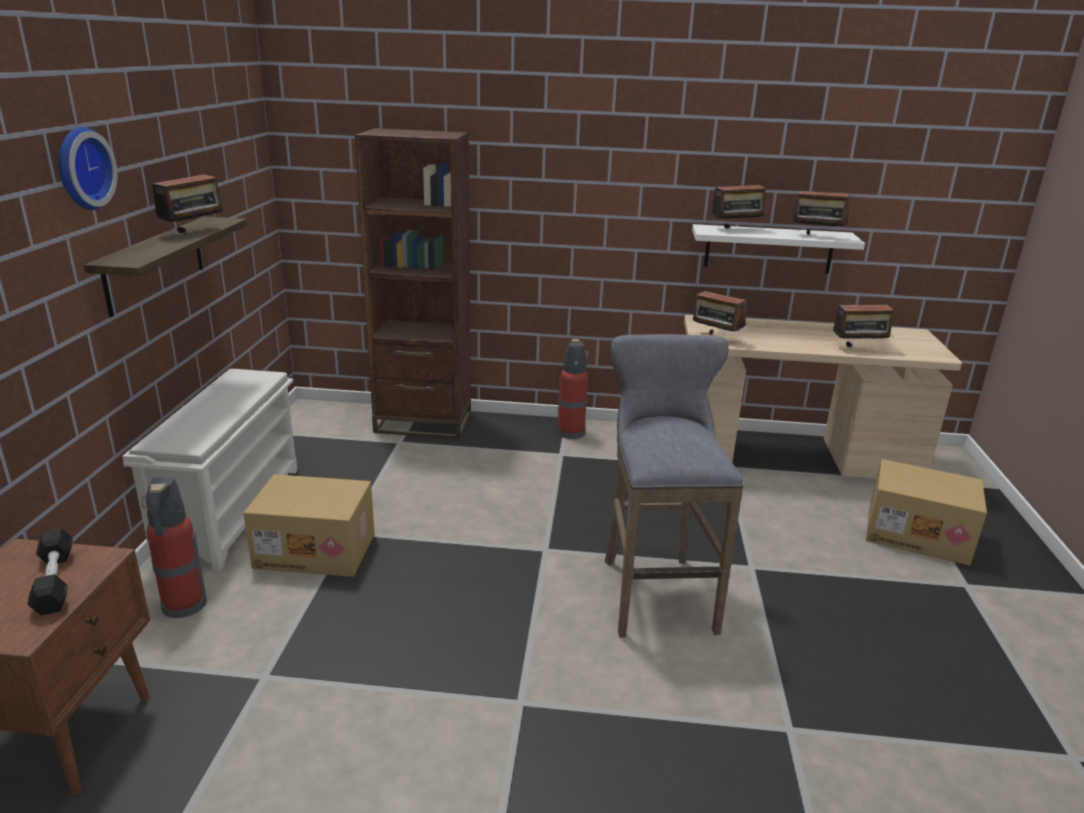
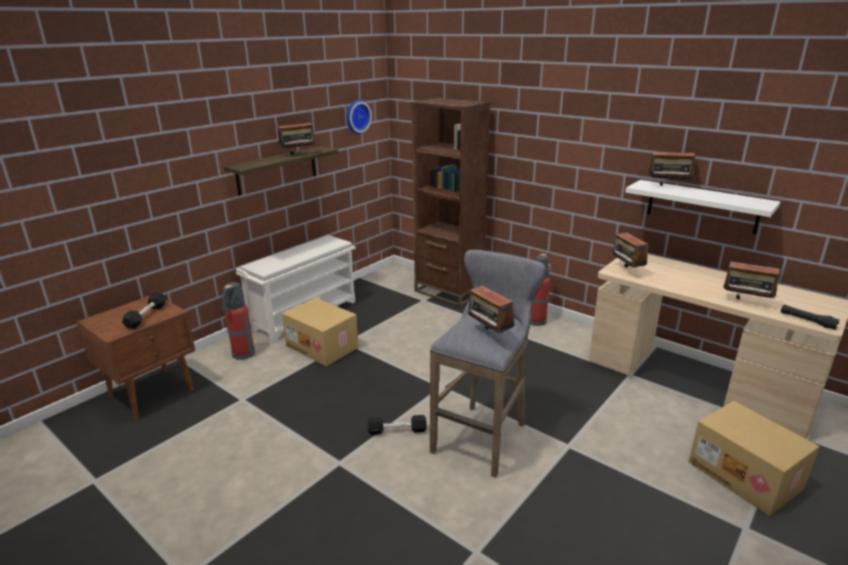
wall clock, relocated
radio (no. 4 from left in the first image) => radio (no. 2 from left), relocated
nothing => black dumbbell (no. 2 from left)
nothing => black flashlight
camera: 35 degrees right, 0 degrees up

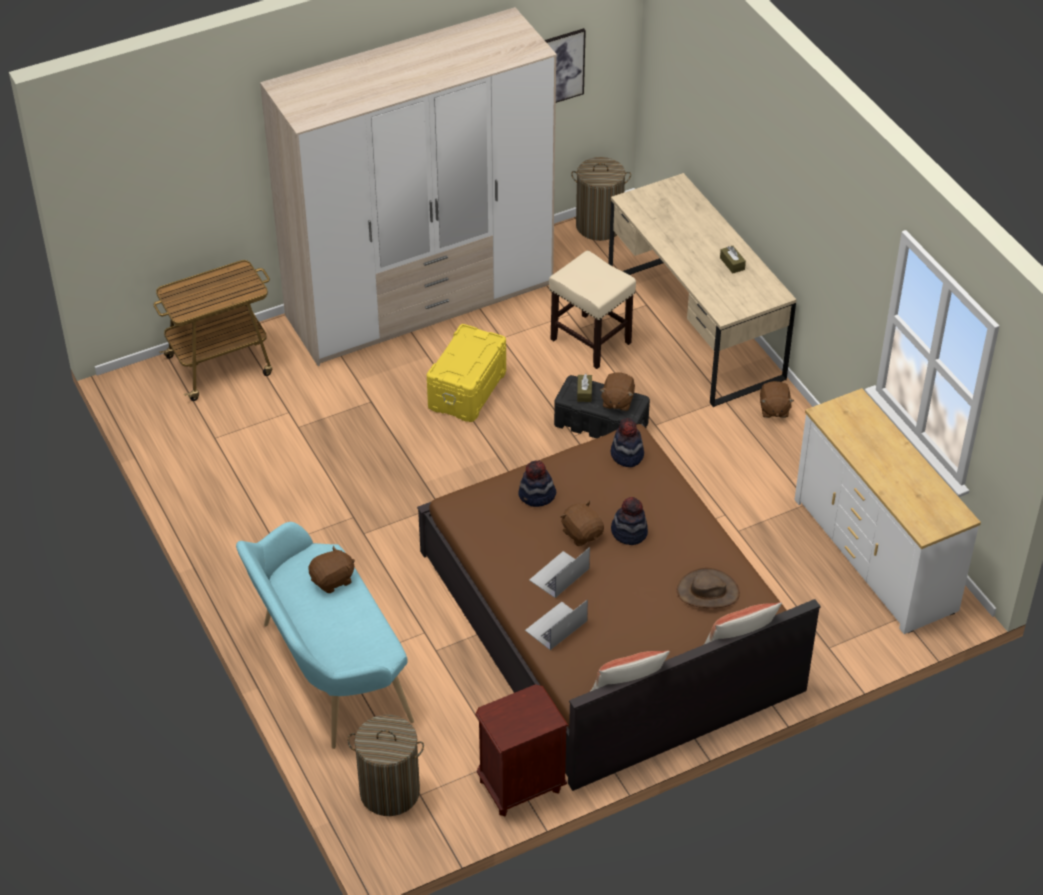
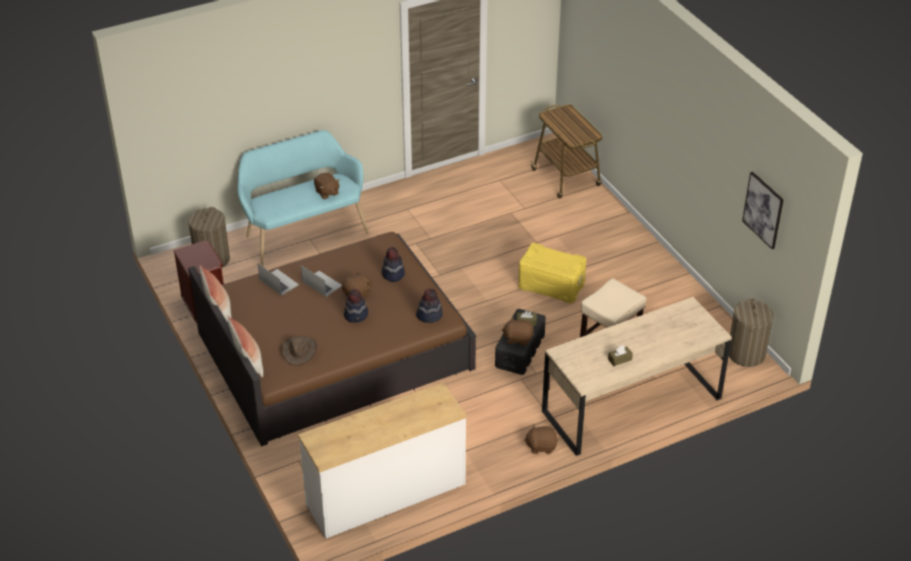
wardrobe => nothing
camera: 90 degrees right, 5 degrees down

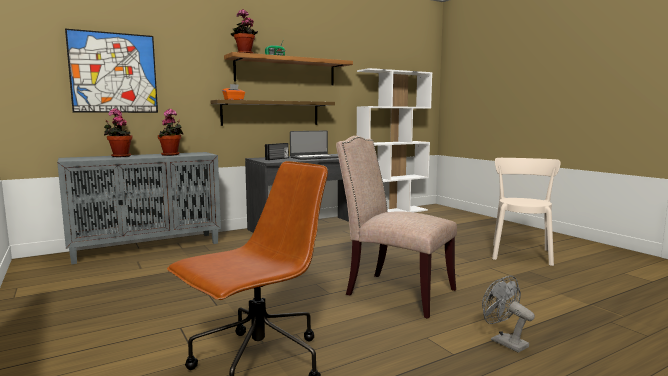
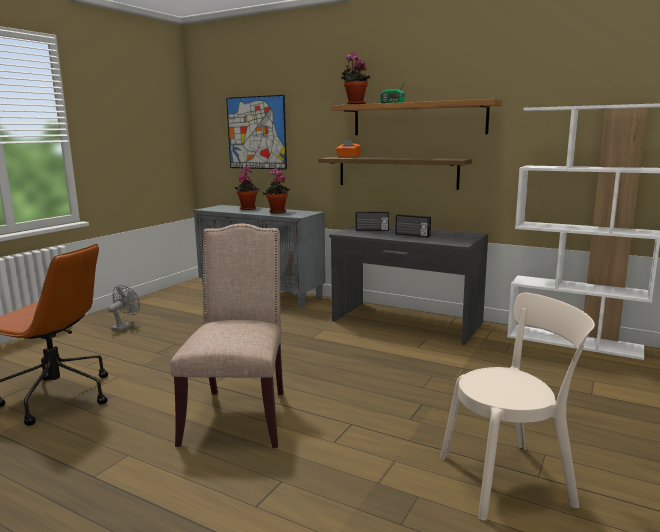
laptop => radio (no. 3 from left)
grey fan, relocated
camera: 60 degrees right, 5 degrees up

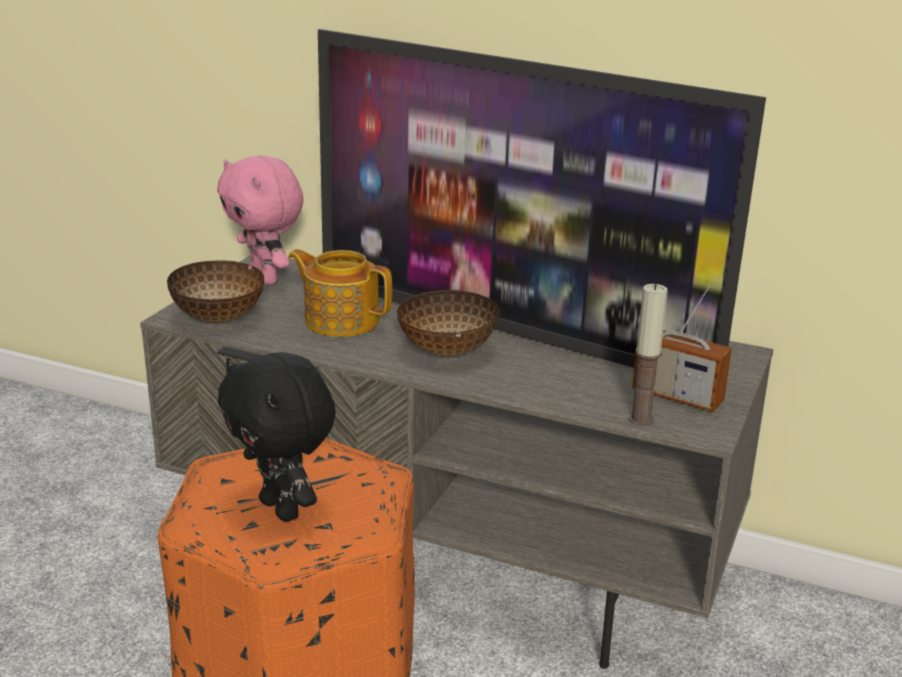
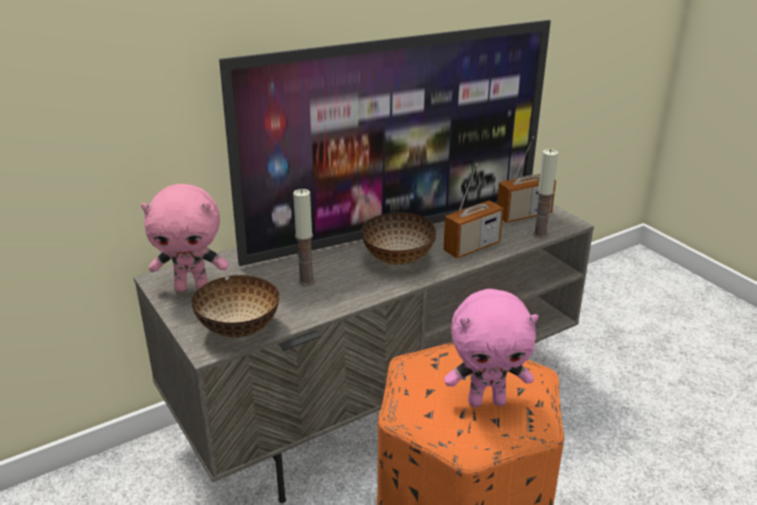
black plush toy => pink plush toy (no. 2 from left)
teapot => candle (no. 1 from left)
nothing => radio (no. 1 from left)
camera: 55 degrees left, 5 degrees up

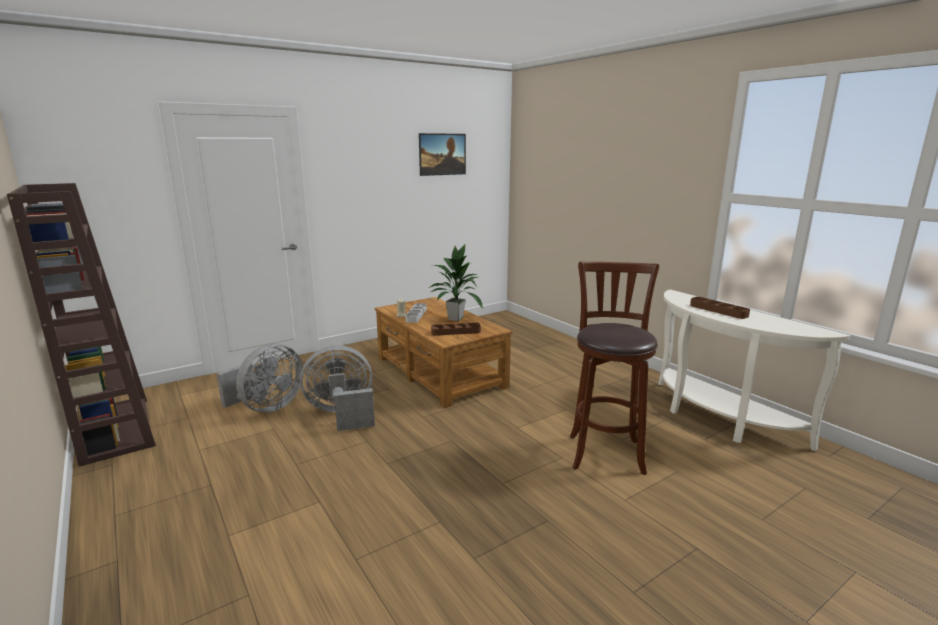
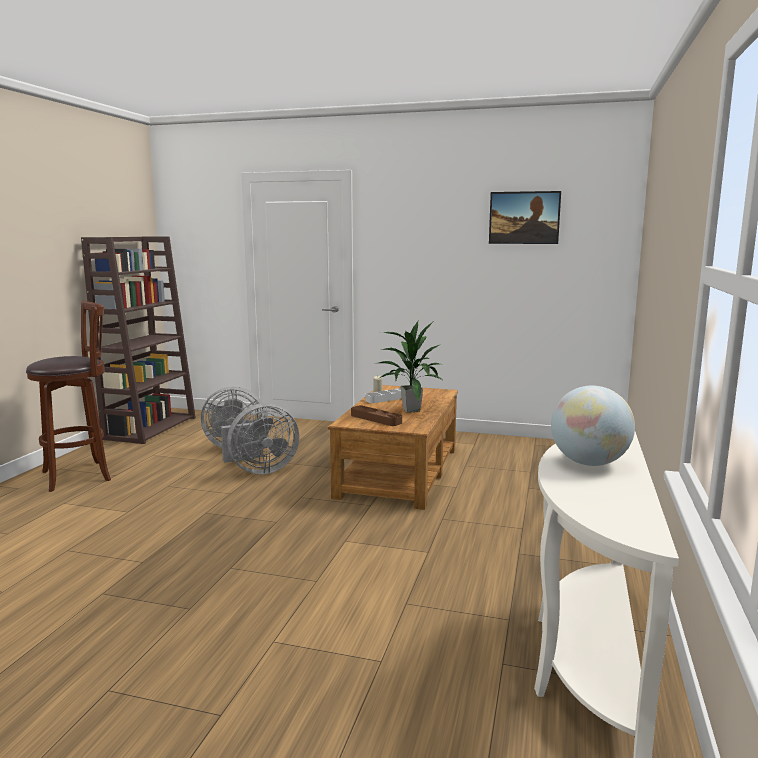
grey fan (no. 2 from left), 120 degrees clockwise
brown stool, relocated
brown tray (no. 2 from left) => globe
camera: 50 degrees right, 5 degrees down

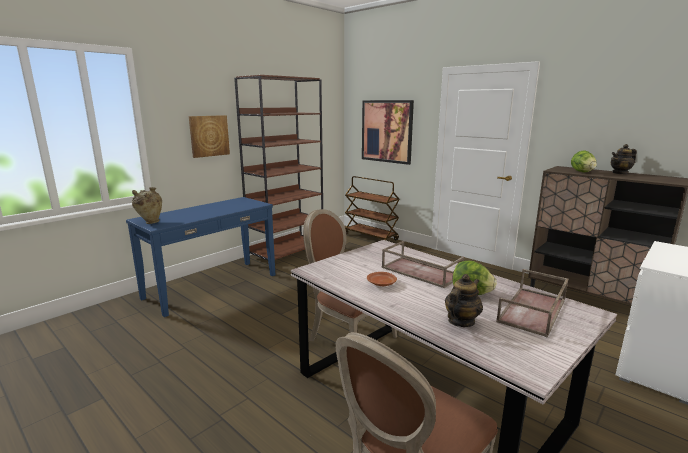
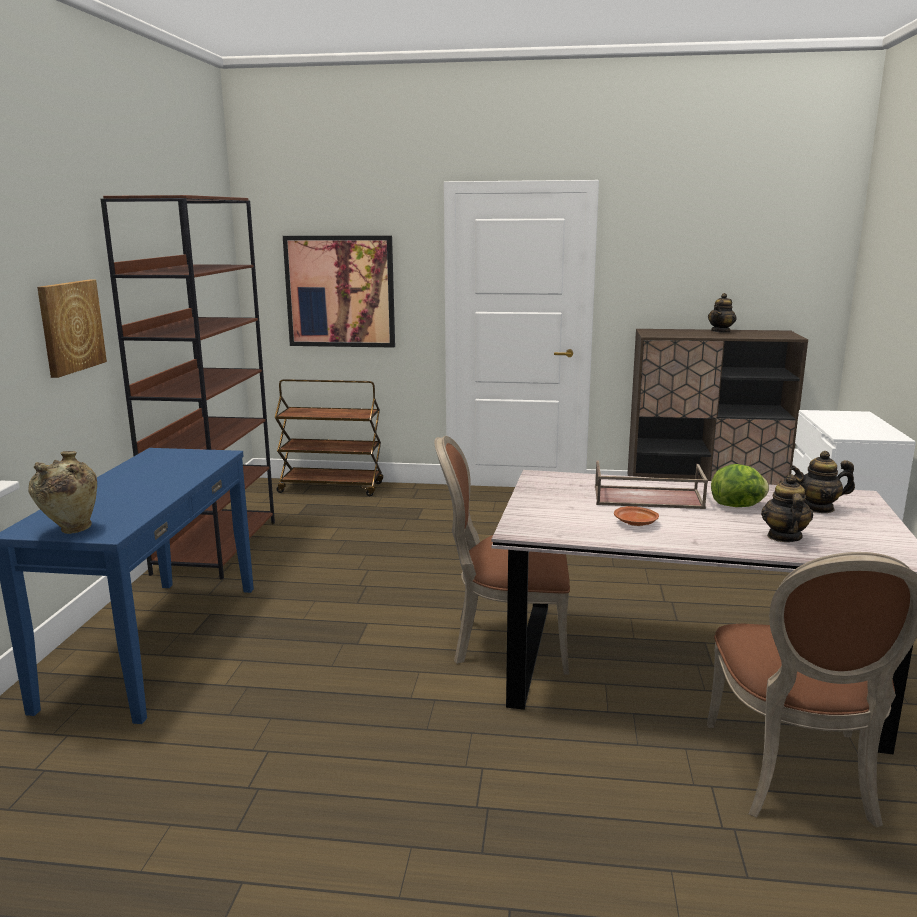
brown tray (no. 2 from left) => teapot (no. 3 from left)
lettuce (no. 2 from left) => nothing
camera: 35 degrees left, 0 degrees up

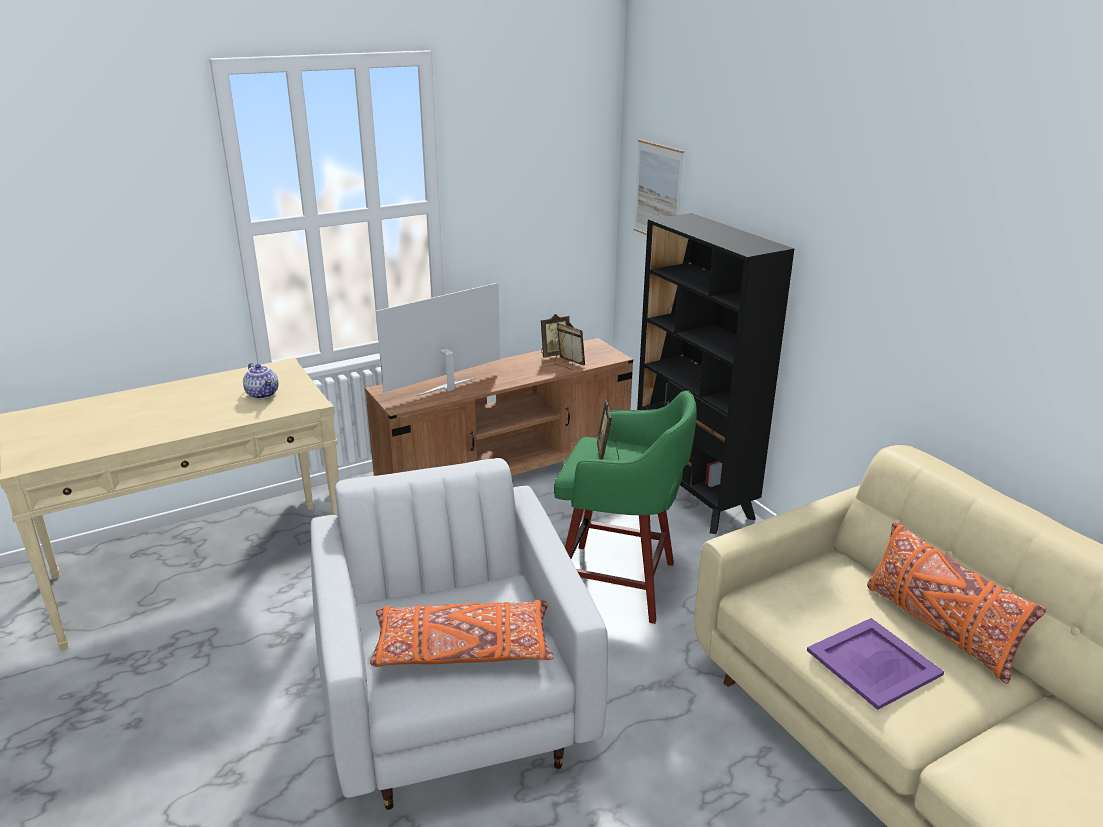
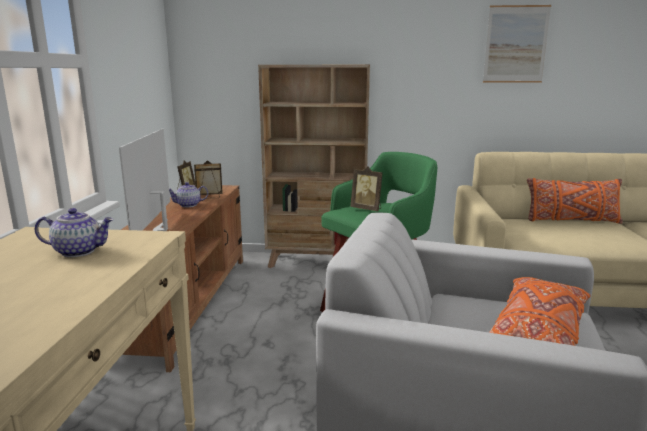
picture, relocated
black bookcase => beige bookcase
purple tray => nothing
nothing => teapot (no. 2 from left)
camera: 55 degrees left, 10 degrees down

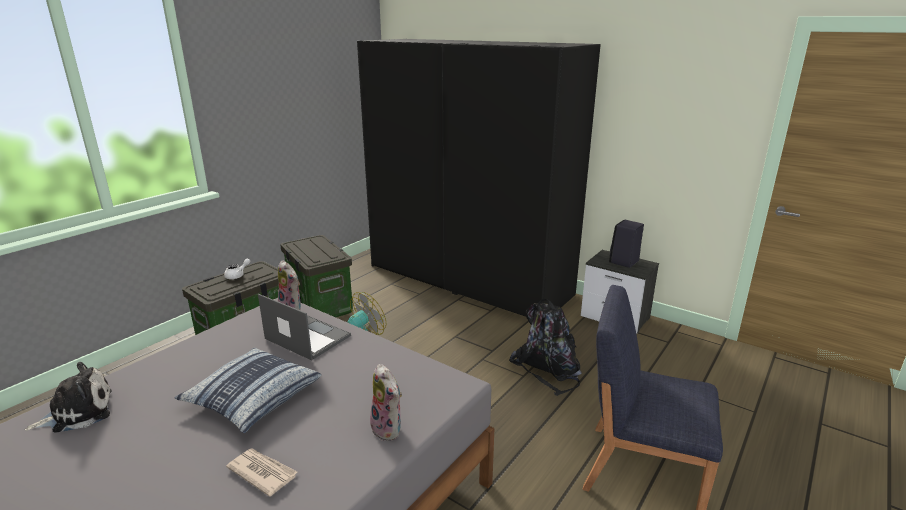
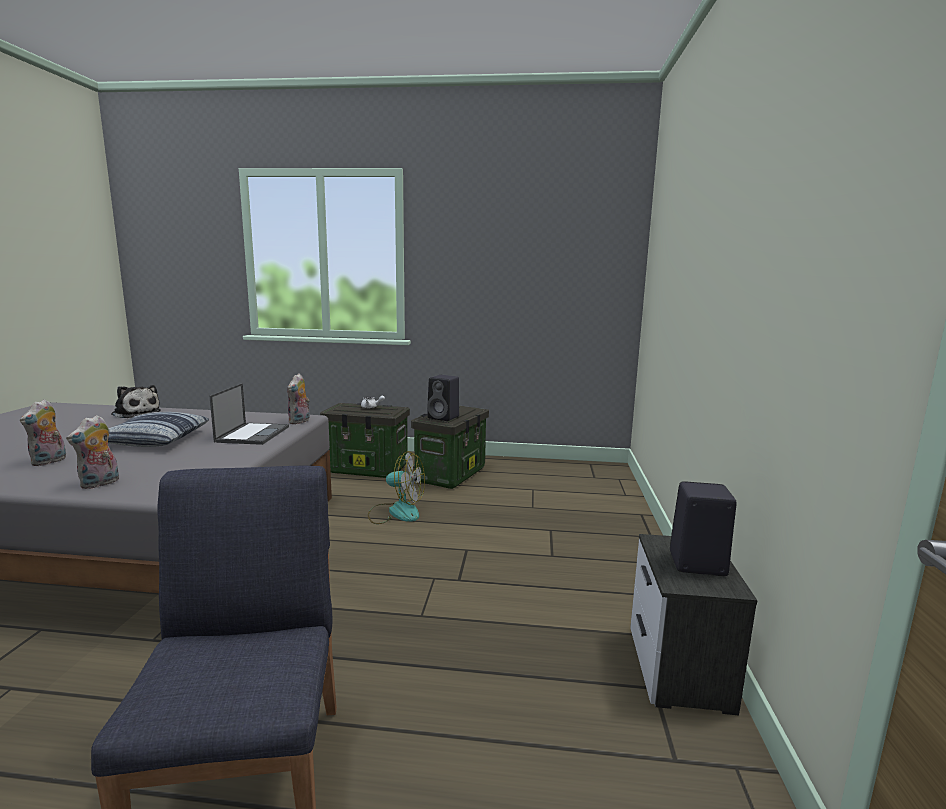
newspaper => plush toy (no. 1 from left)
black wardrobe => nothing
black backpack => nothing
nothing => black speaker (no. 1 from left)
camera: 60 degrees right, 10 degrees down

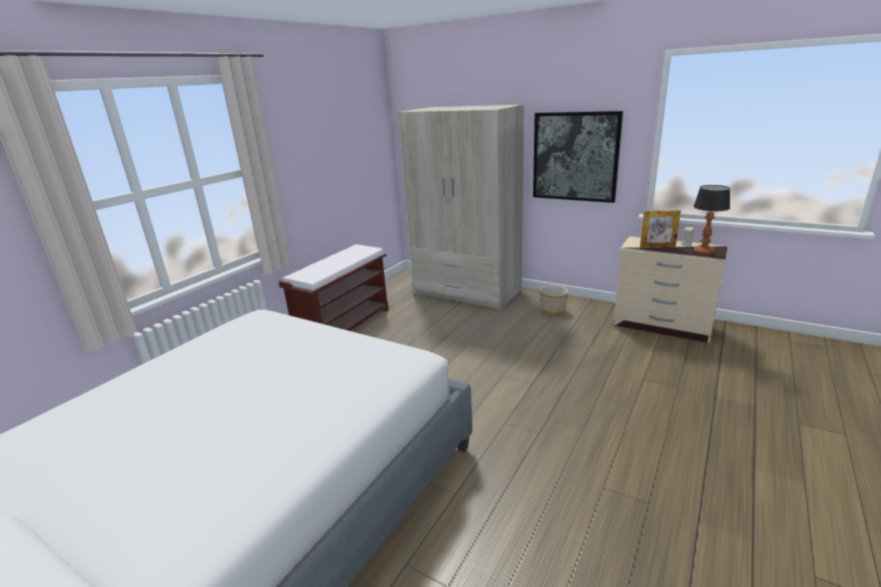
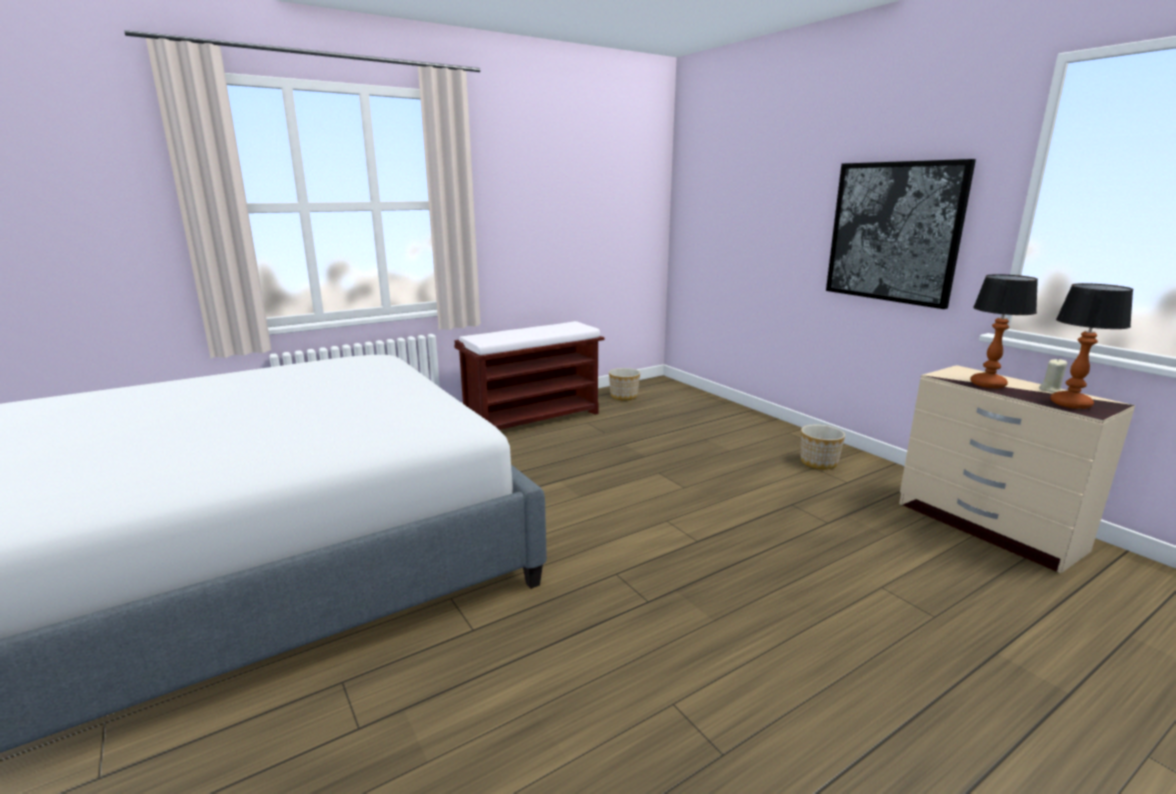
beige wardrobe => nothing
picture frame => table lamp (no. 1 from left)
nothing => planter (no. 1 from left)
camera: 25 degrees right, 5 degrees down

